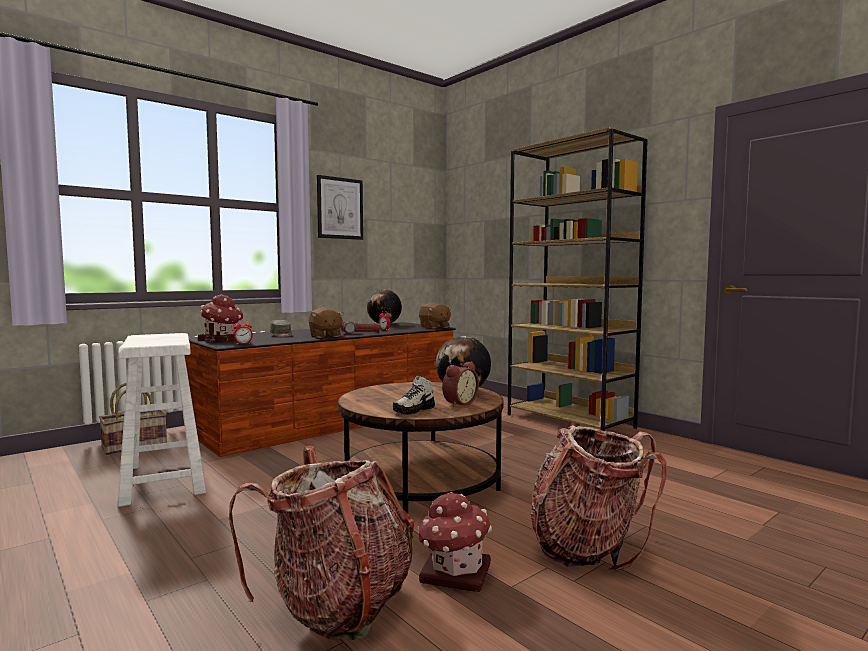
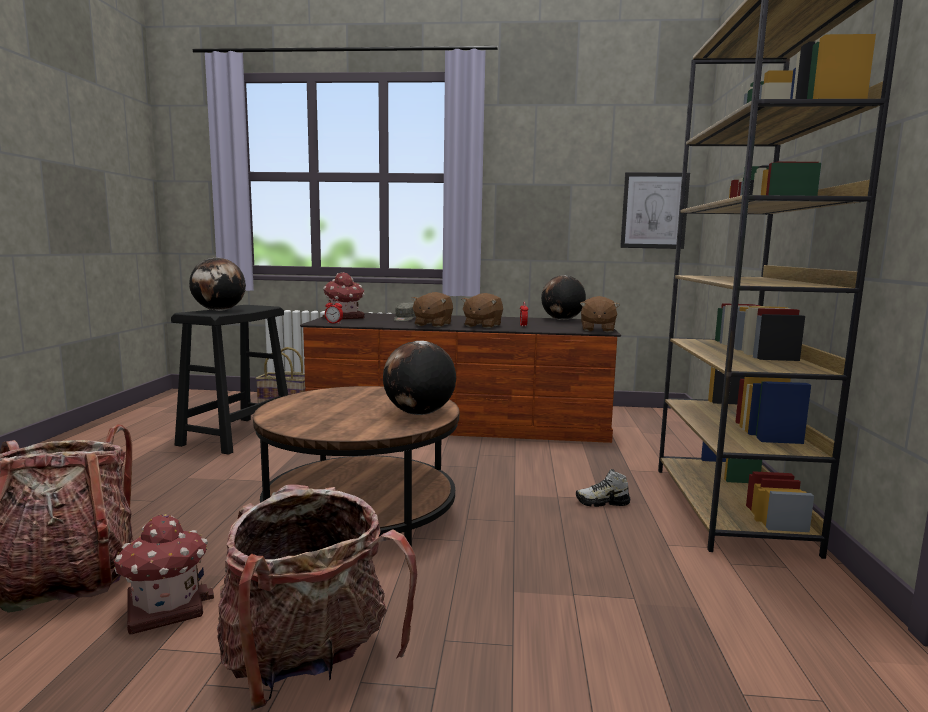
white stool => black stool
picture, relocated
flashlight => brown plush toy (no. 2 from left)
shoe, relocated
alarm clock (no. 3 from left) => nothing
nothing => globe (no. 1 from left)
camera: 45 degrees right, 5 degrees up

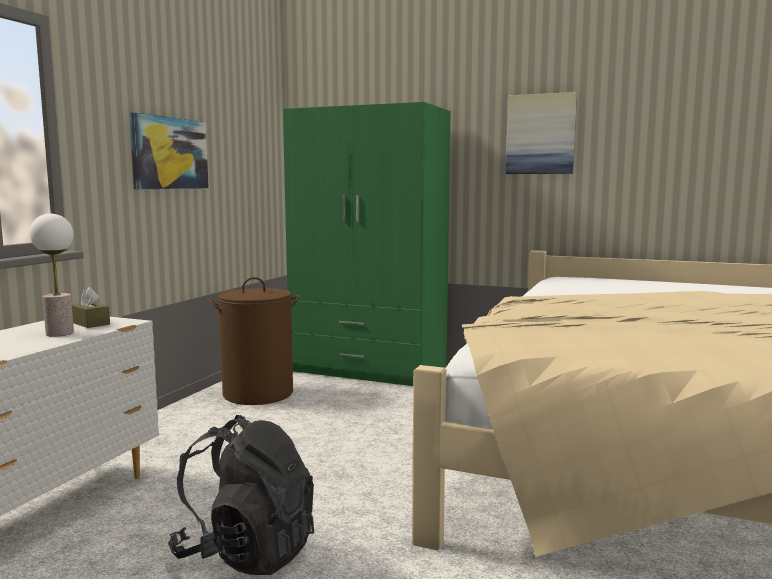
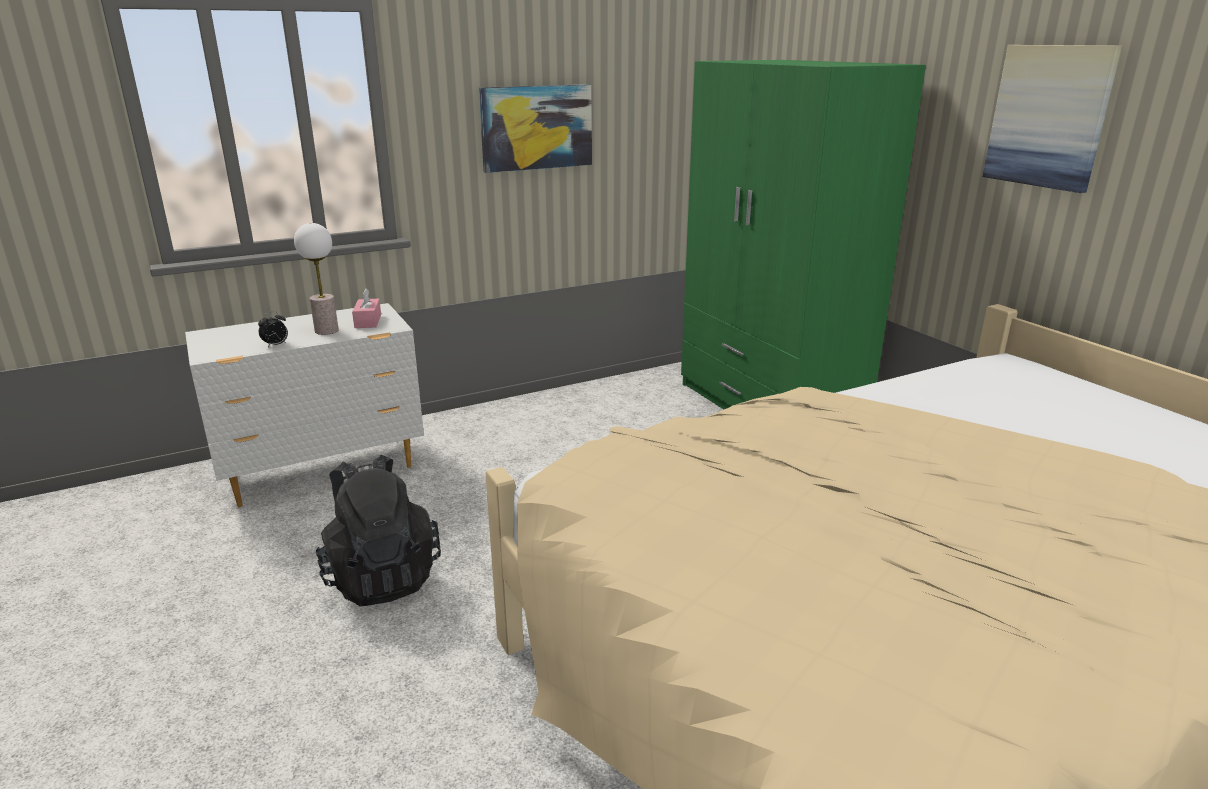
brown tissue box => pink tissue box
brown laundry basket => nothing
nothing => alarm clock
camera: 40 degrees right, 15 degrees up

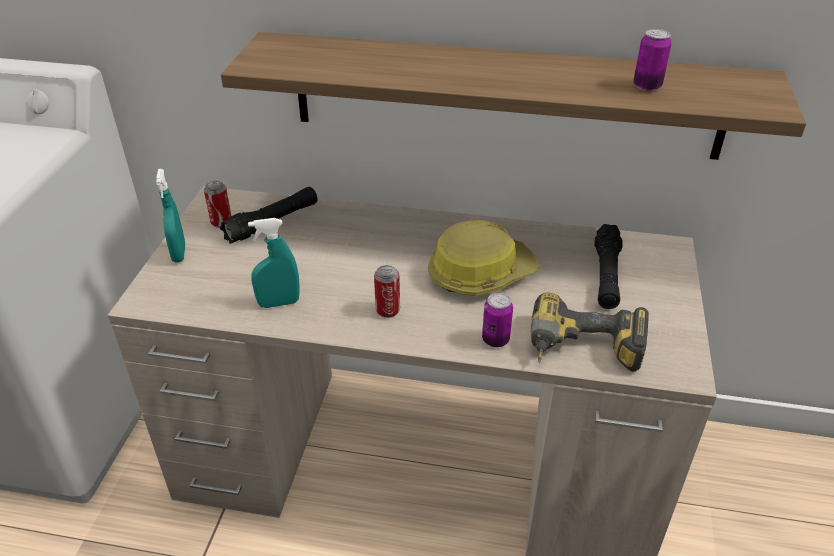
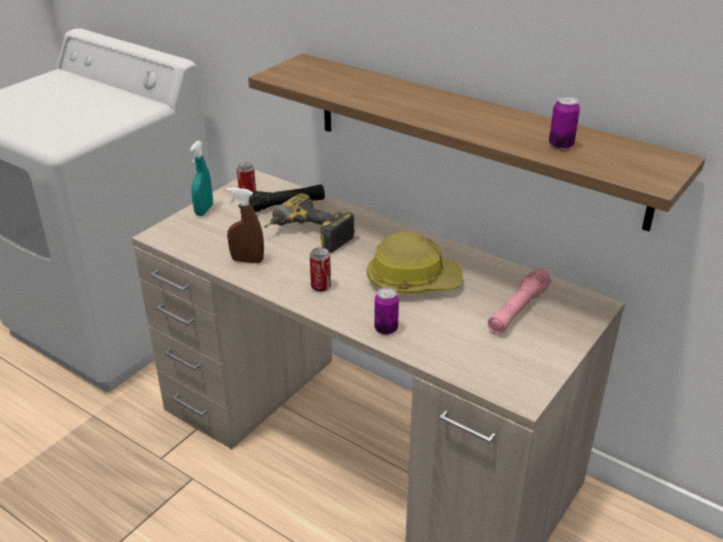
turquoise spray bottle (no. 2 from left) => brown spray bottle
power drill, relocated
black flashlight (no. 2 from left) => pink flashlight
camera: 25 degrees right, 5 degrees down

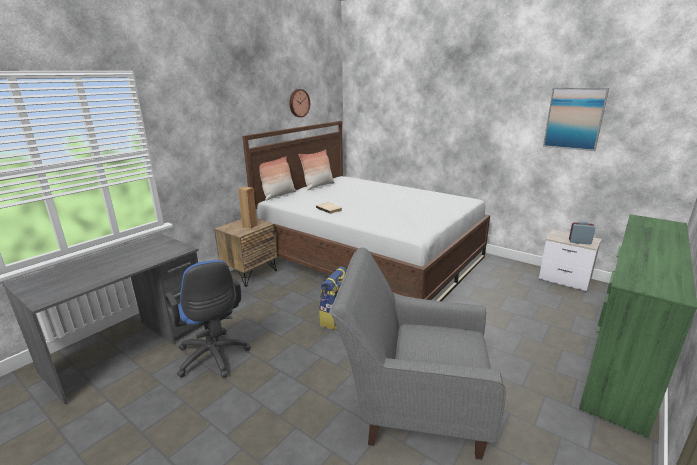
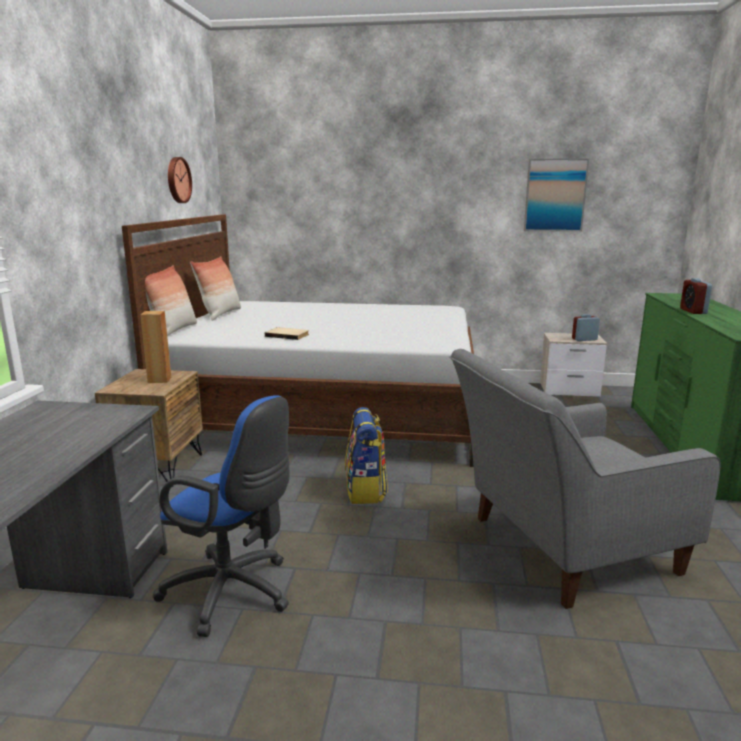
nothing => alarm clock (no. 2 from left)
camera: 30 degrees left, 5 degrees down

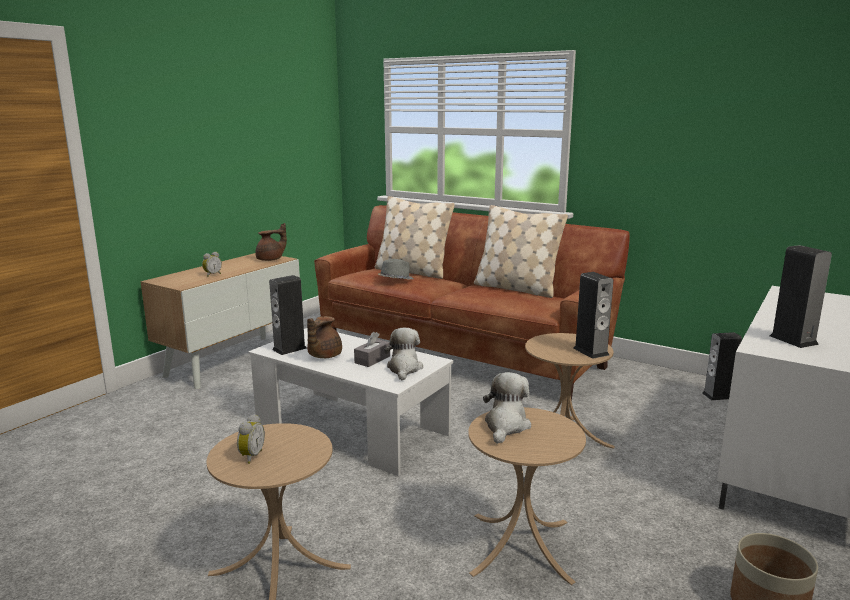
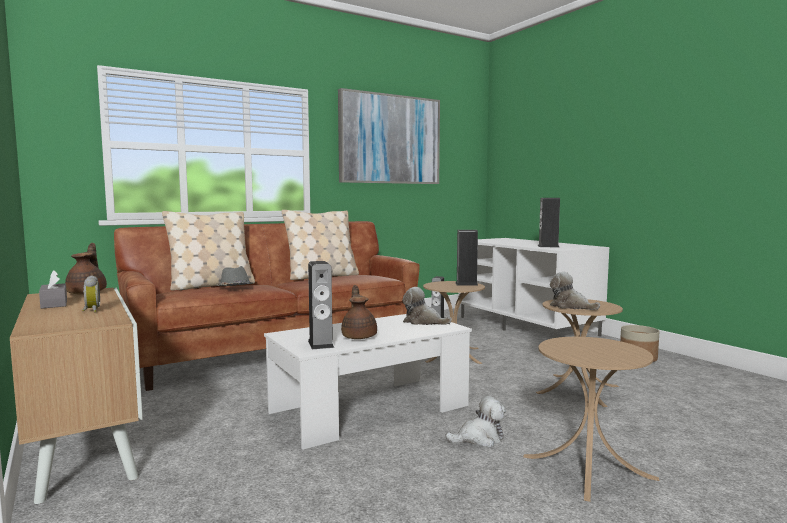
alarm clock (no. 2 from left) => nothing
brown teapot (no. 2 from left), 150 degrees counterclockwise
grey tissue box, relocated
nothing => picture
nothing => plush toy (no. 2 from left)
camera: 65 degrees left, 10 degrees down

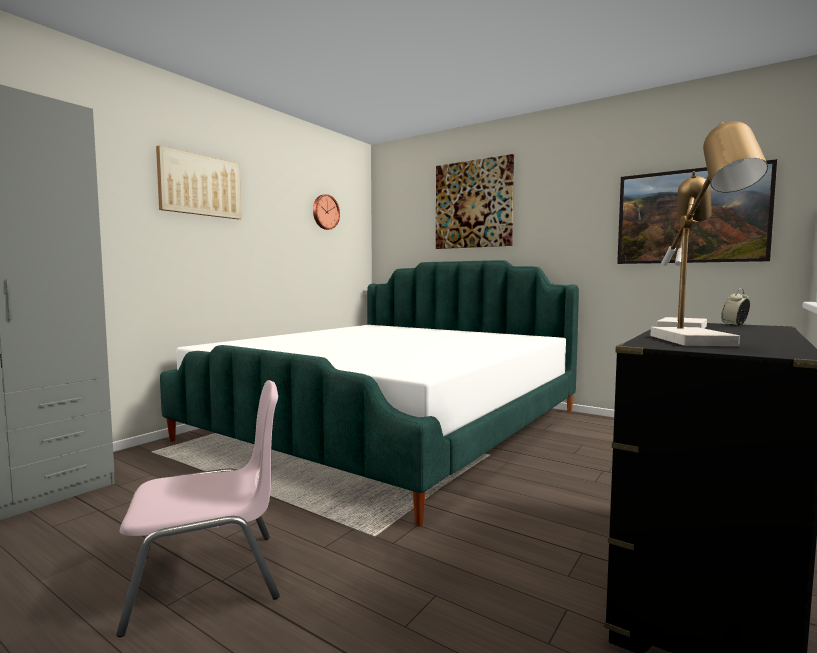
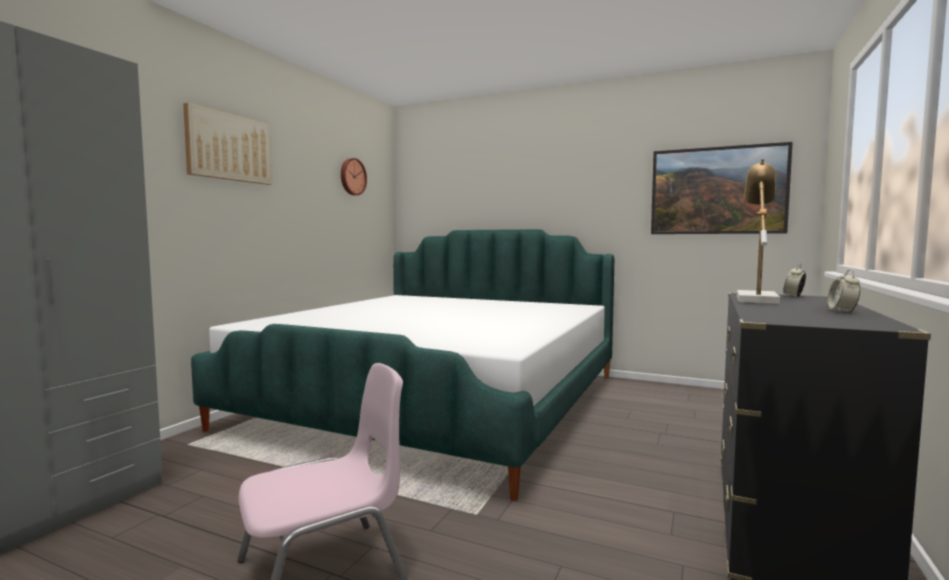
picture (no. 2 from left) => nothing
table lamp (no. 2 from left) => nothing
nothing => alarm clock (no. 2 from left)
camera: 10 degrees left, 0 degrees up

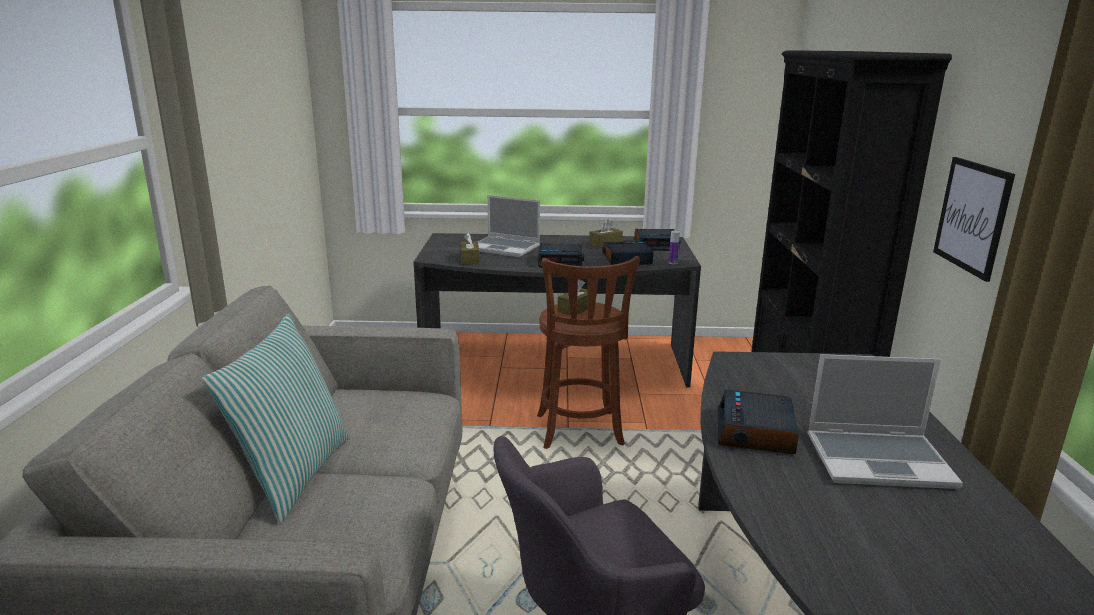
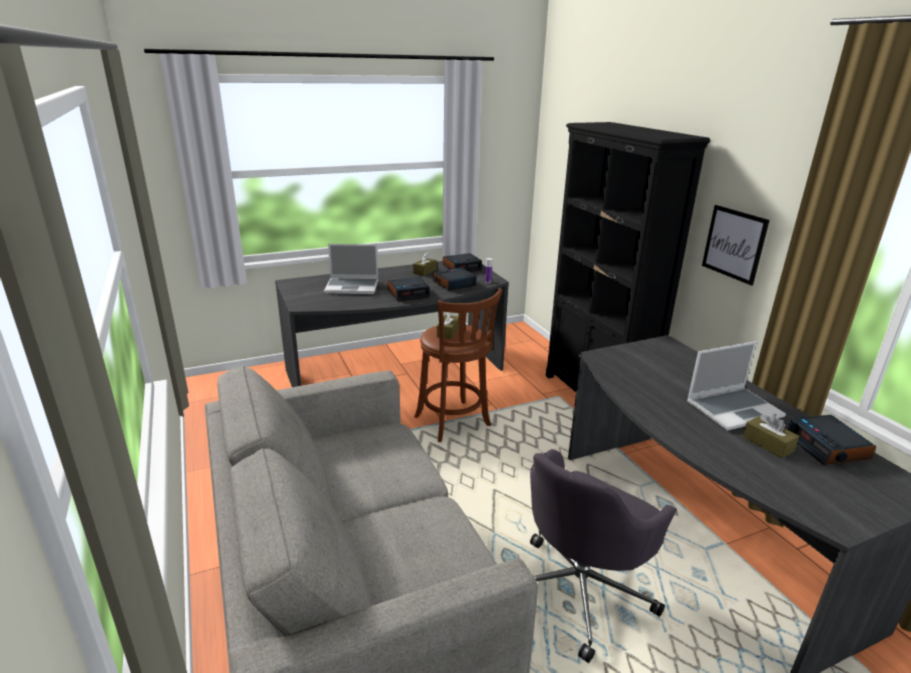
pillow => nothing
brown tissue box (no. 1 from left in the first image) => brown tissue box (no. 3 from left), relocated
alarm clock (no. 4 from left), relocated
camera: 25 degrees left, 5 degrees up

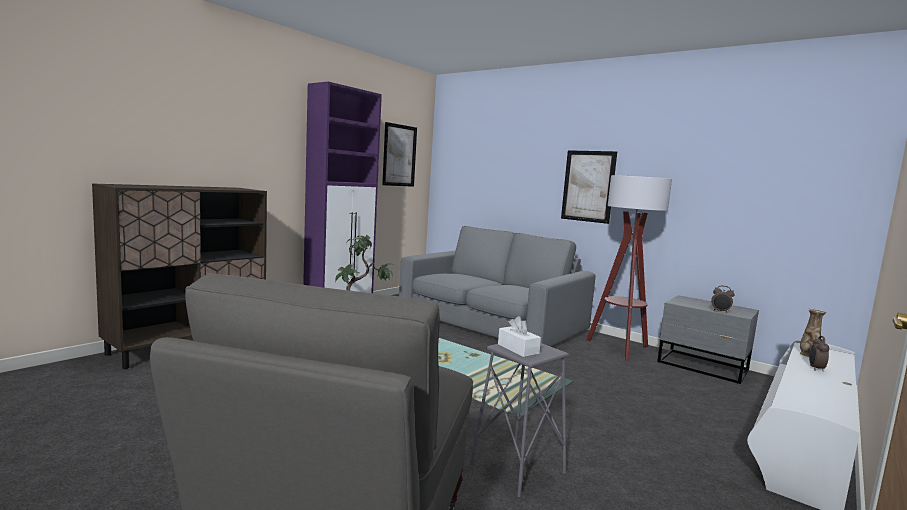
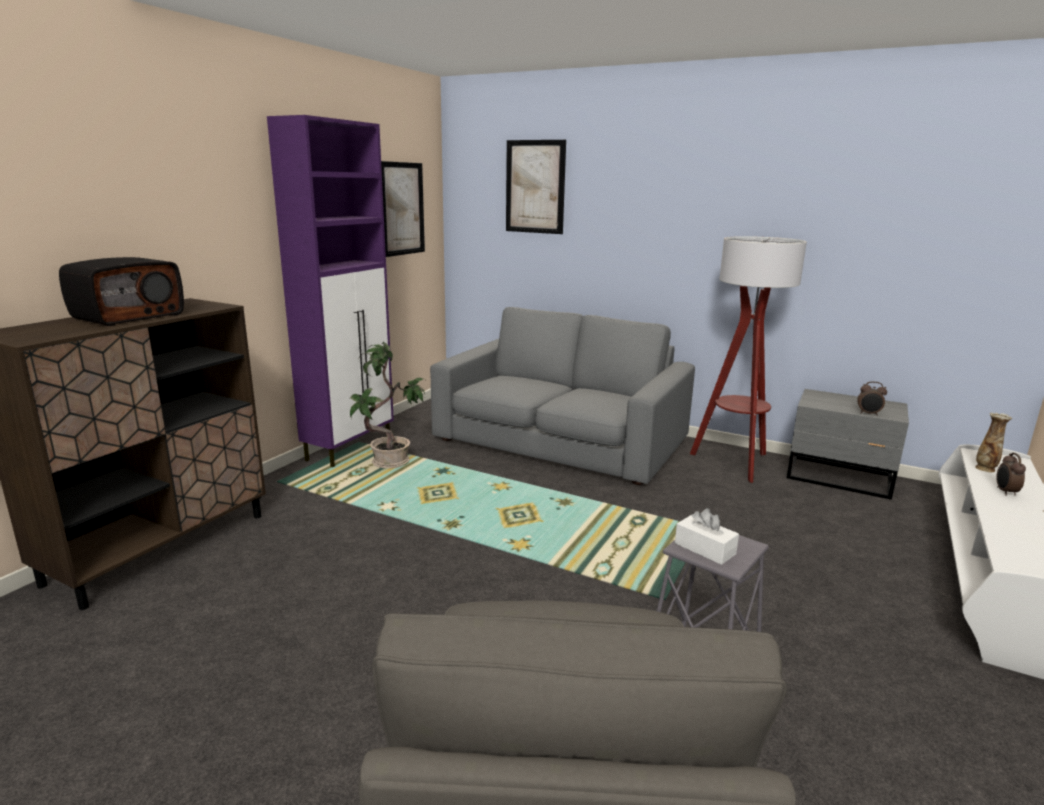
picture (no. 2 from left), relocated
nothing => radio
camera: 10 degrees left, 10 degrees up

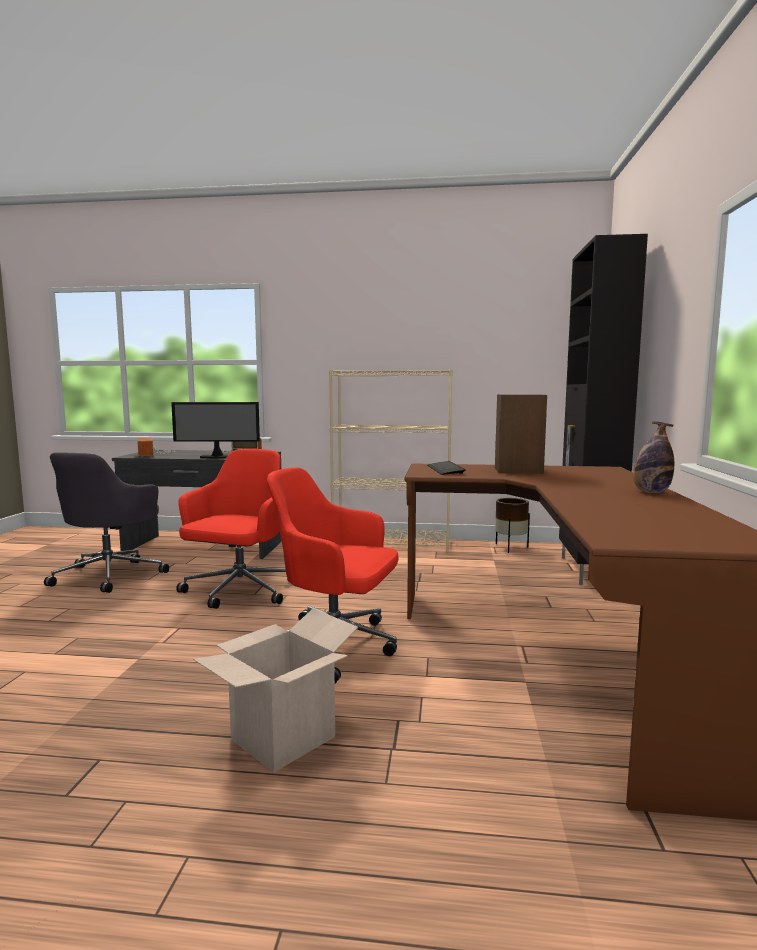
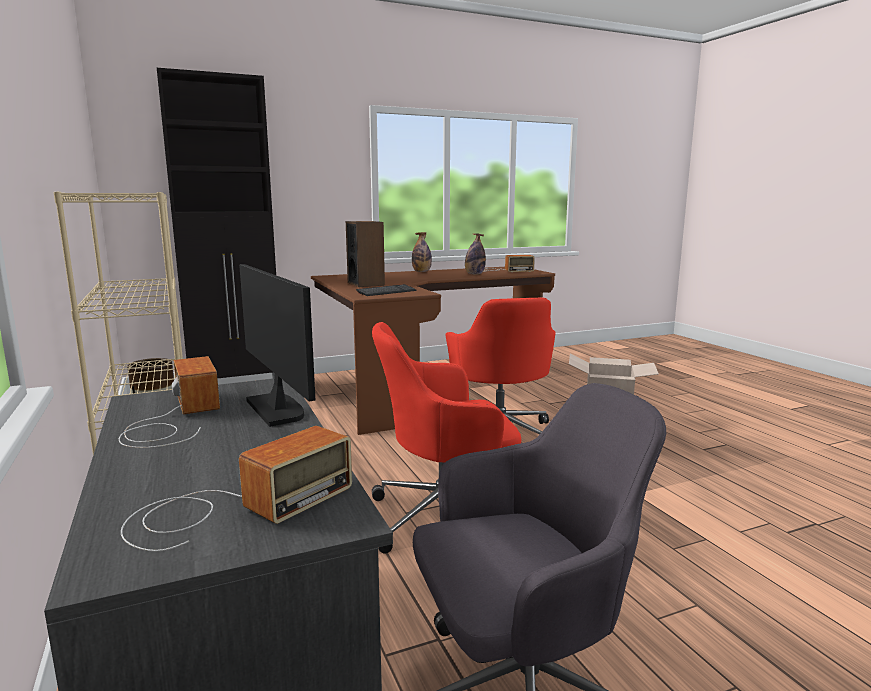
nothing => bottle (no. 2 from left)
nothing => radio (no. 3 from left)
camera: 120 degrees left, 5 degrees up

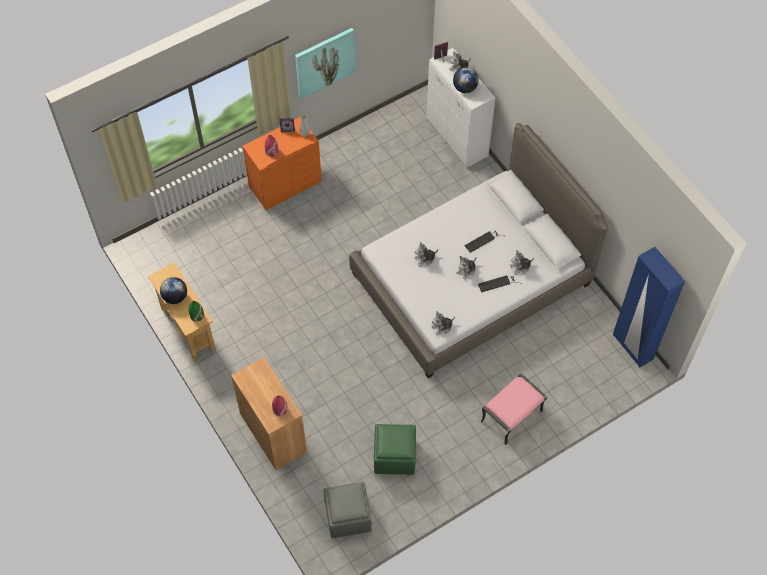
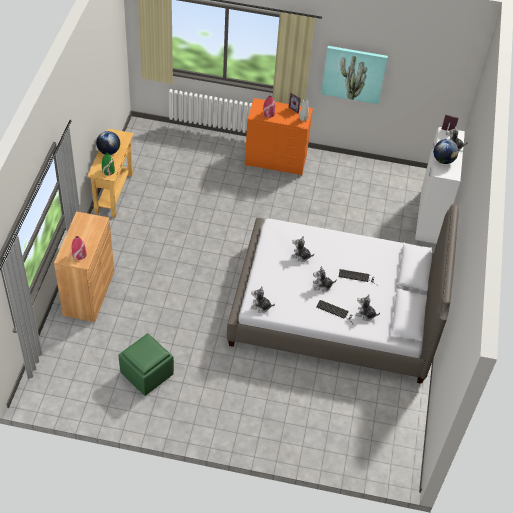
grey ottoman => nothing
pink ottoman => nothing
blue wardrobe => nothing
camera: 40 degrees right, 10 degrees down

